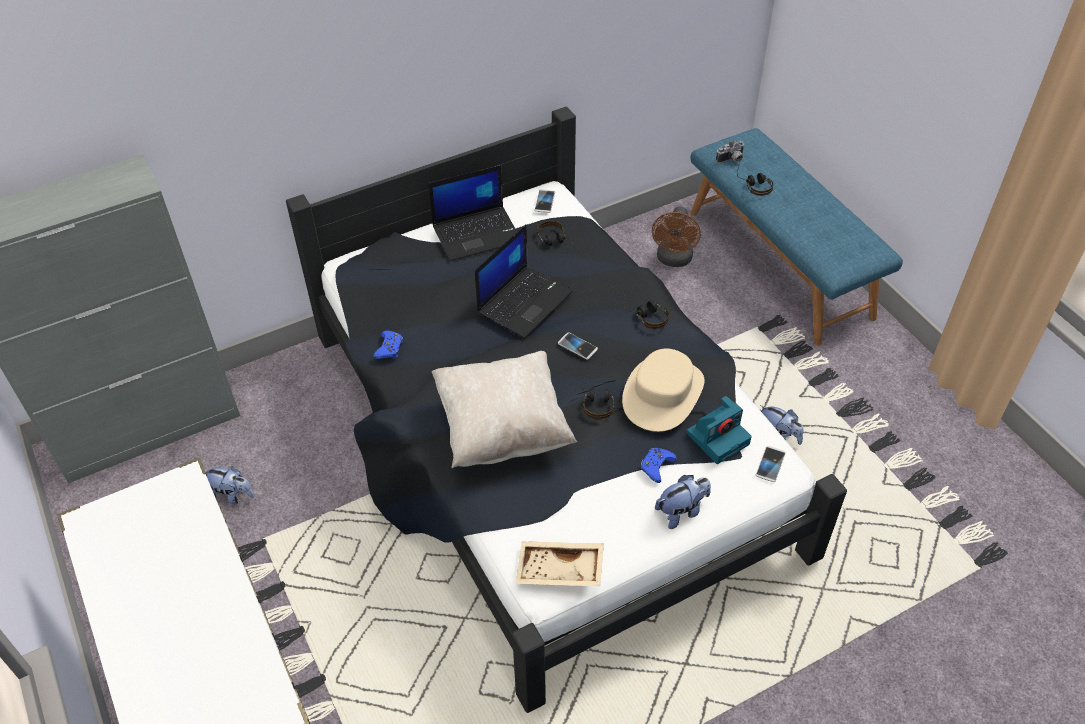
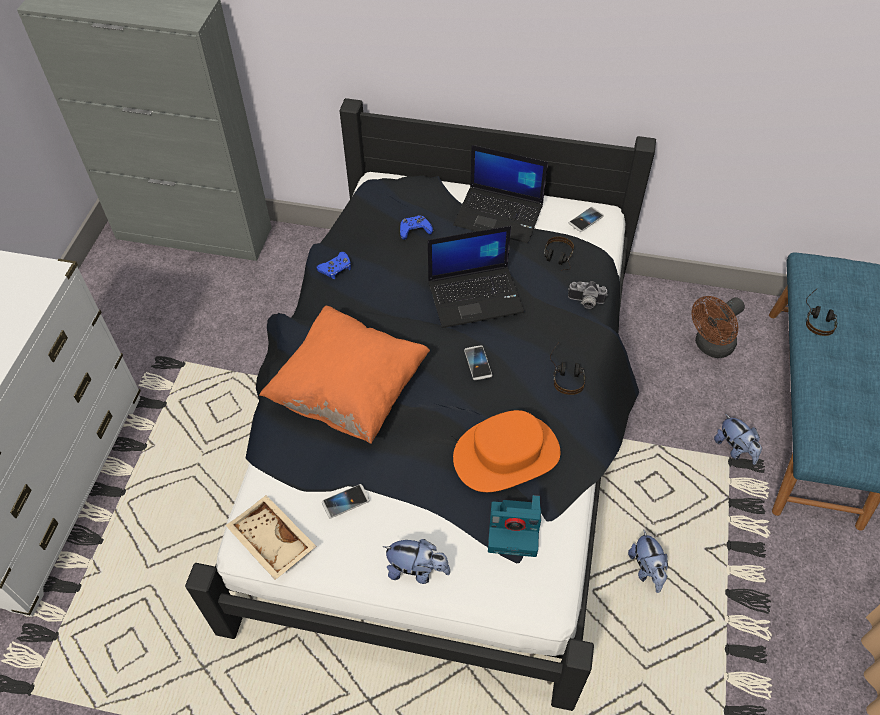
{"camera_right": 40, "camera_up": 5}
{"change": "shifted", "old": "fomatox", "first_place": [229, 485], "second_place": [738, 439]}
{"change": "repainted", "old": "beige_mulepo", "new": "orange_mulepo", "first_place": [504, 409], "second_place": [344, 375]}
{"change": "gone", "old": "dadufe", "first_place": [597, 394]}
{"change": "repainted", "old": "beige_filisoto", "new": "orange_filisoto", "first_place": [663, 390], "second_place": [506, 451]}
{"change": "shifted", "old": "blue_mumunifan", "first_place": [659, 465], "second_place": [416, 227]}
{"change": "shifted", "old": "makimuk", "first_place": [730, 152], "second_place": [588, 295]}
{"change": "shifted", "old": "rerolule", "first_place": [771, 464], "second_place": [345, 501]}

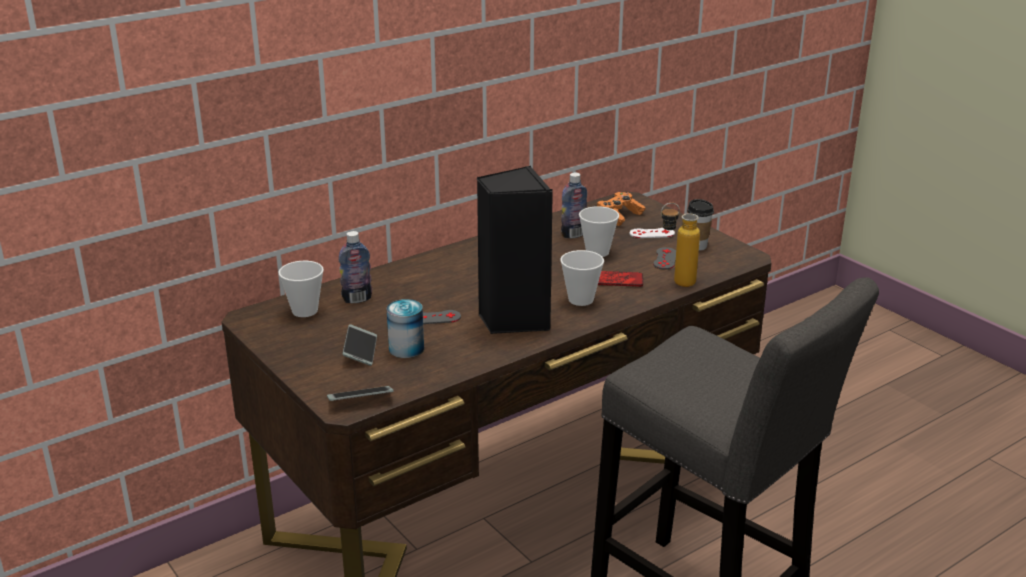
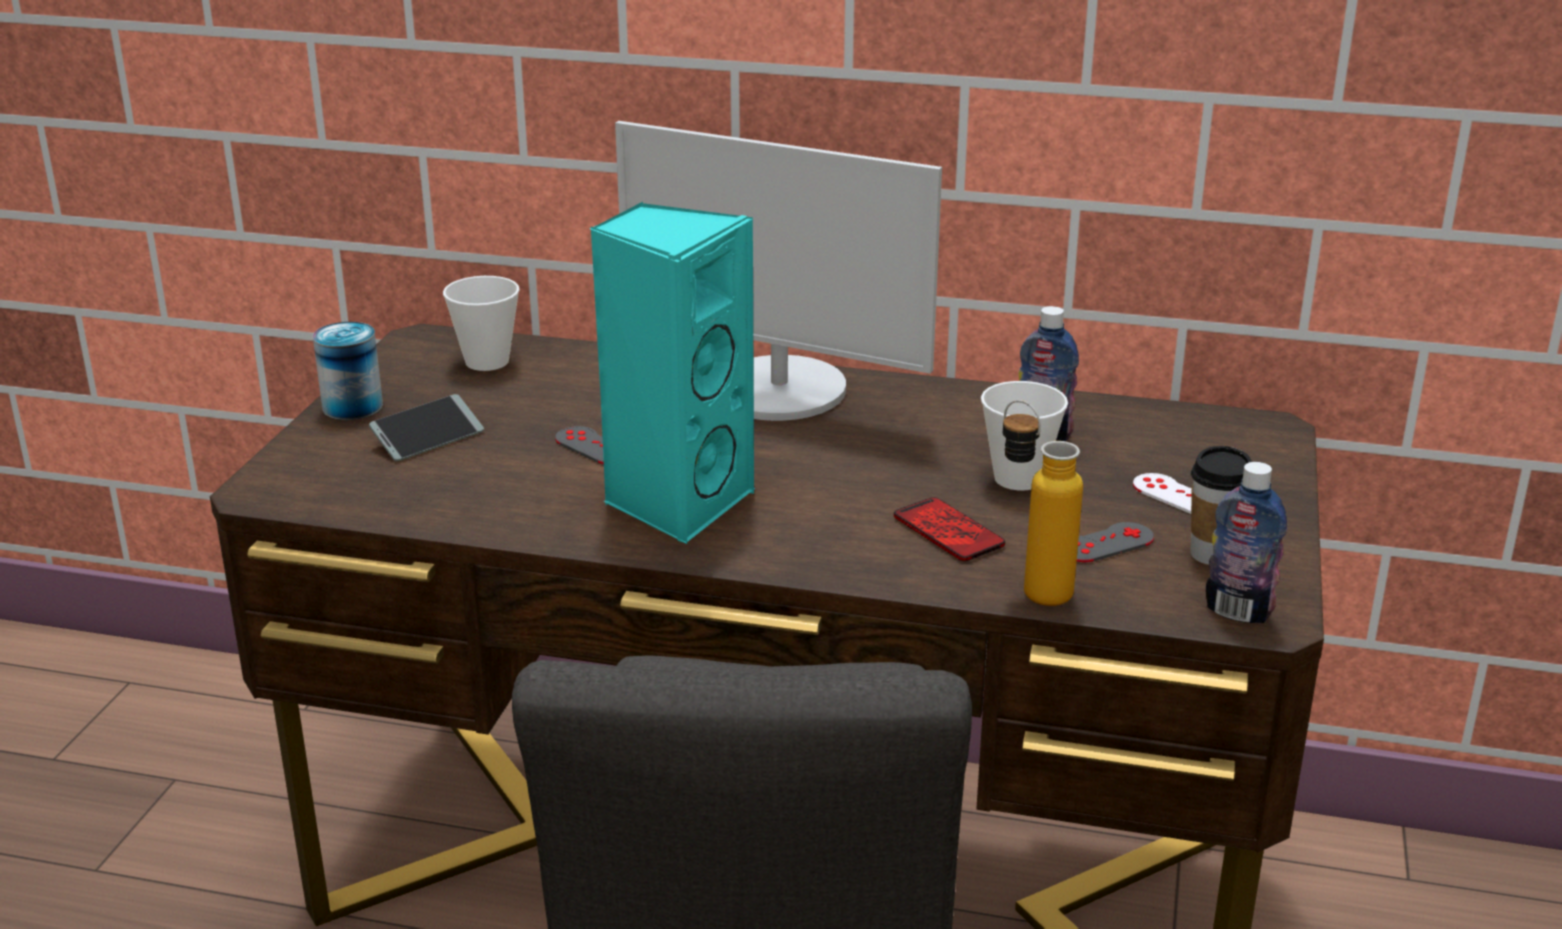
{"camera_right": 50, "camera_up": 0}
{"change": "gone", "old": "rerolule", "first_place": [360, 393]}
{"change": "shifted", "old": "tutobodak", "first_place": [355, 267], "second_place": [1246, 542]}
{"change": "shifted", "old": "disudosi", "first_place": [405, 328], "second_place": [348, 371]}
{"change": "repainted", "old": "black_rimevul", "new": "turquoise_rimevul", "first_place": [515, 250], "second_place": [672, 373]}
{"change": "gone", "old": "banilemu", "first_place": [582, 278]}
{"change": "gone", "old": "orange_mumunifan", "first_place": [620, 209]}
{"change": "new", "new": "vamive", "second_place": [778, 271]}

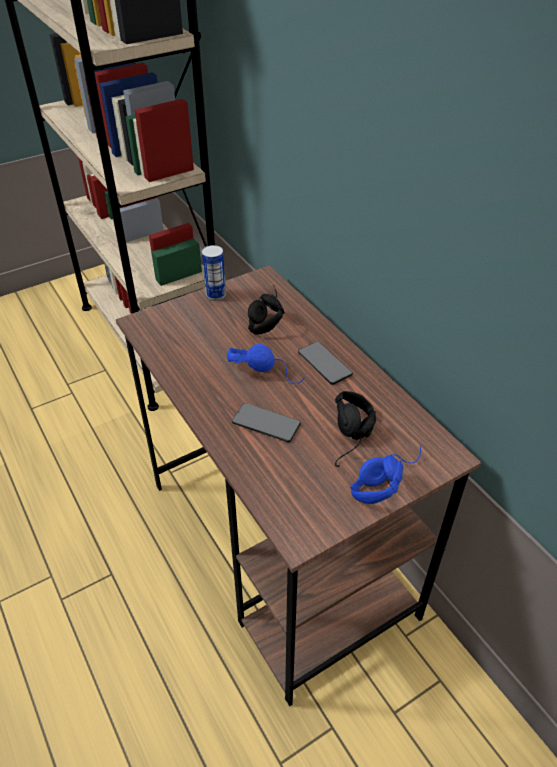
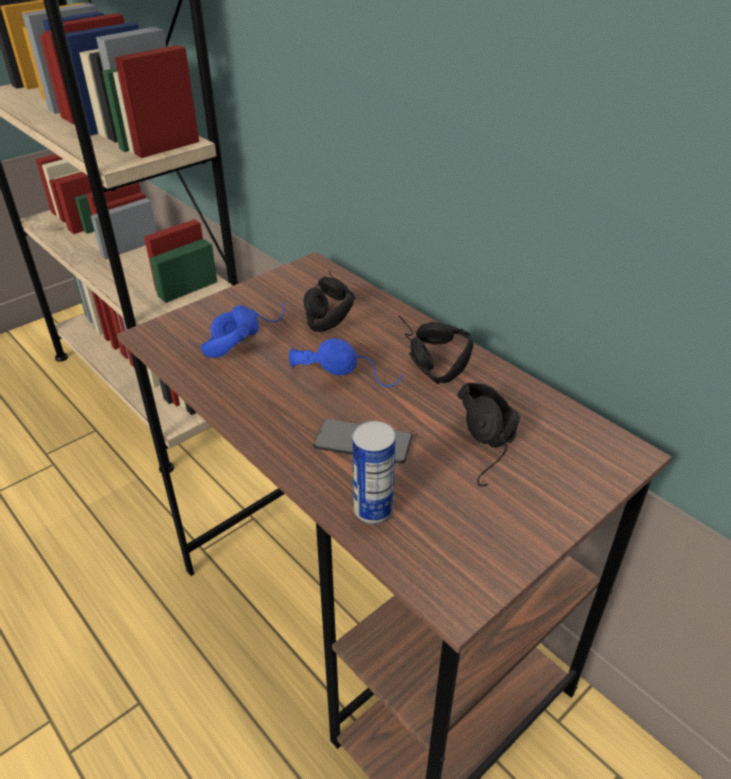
{"camera_right": -10, "camera_up": -5}
{"change": "shifted", "old": "disudosi", "first_place": [214, 273], "second_place": [373, 472]}
{"change": "swapped", "old": "rerolule", "new": "black_dadufe", "first_place": [325, 363], "second_place": [436, 349]}
{"change": "shifted", "old": "blue_dadufe", "first_place": [385, 474], "second_place": [242, 330]}

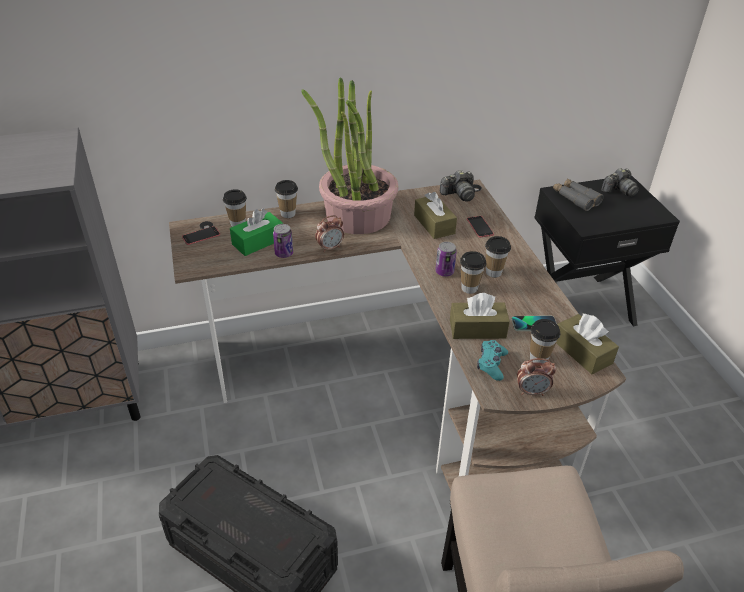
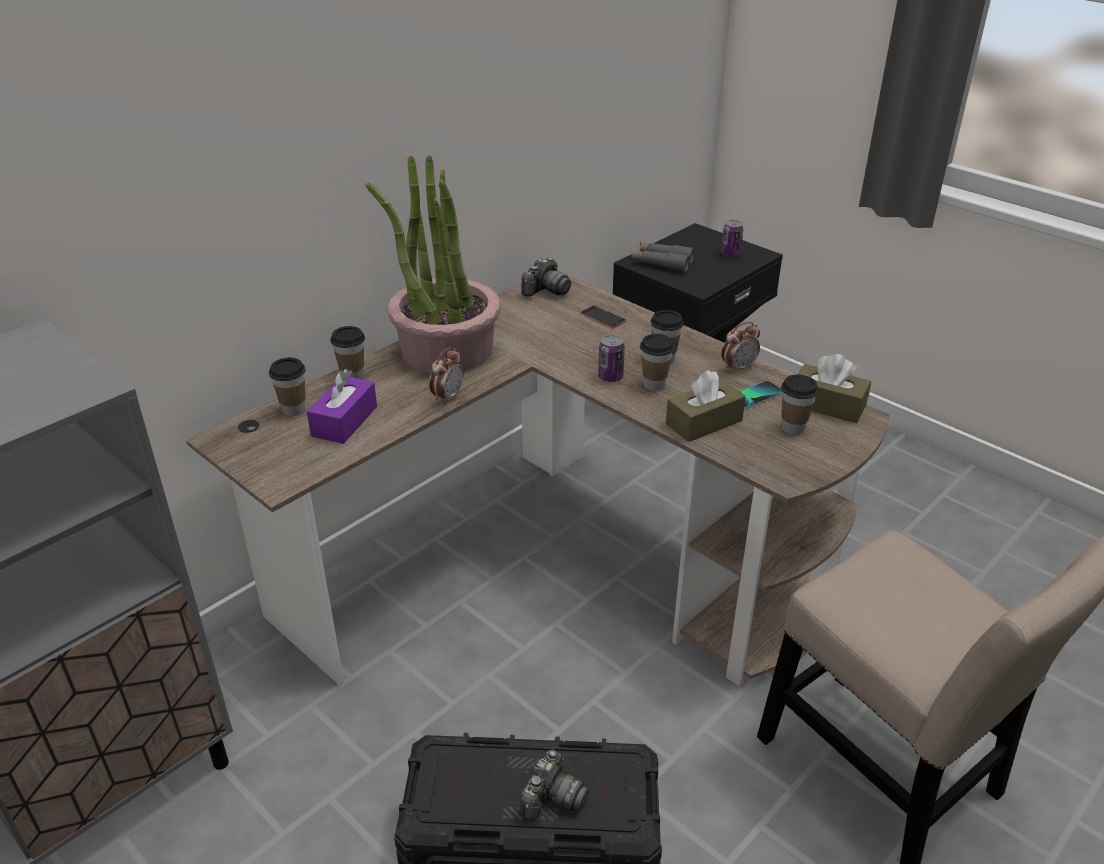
{"camera_right": -30, "camera_up": -5}
{"change": "gone", "old": "rerolule", "first_place": [201, 235]}
{"change": "repainted", "old": "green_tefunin", "new": "purple_tefunin", "first_place": [256, 232], "second_place": [342, 406]}
{"change": "shifted", "old": "disudosi", "first_place": [283, 241], "second_place": [732, 238]}
{"change": "gone", "old": "brown_tefunin", "first_place": [435, 215]}
{"change": "gone", "old": "turquoise_mumunifan", "first_place": [492, 360]}
{"change": "shifted", "old": "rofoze", "first_place": [536, 377], "second_place": [740, 348]}
{"change": "shifted", "old": "makimuk", "first_place": [620, 182], "second_place": [554, 785]}

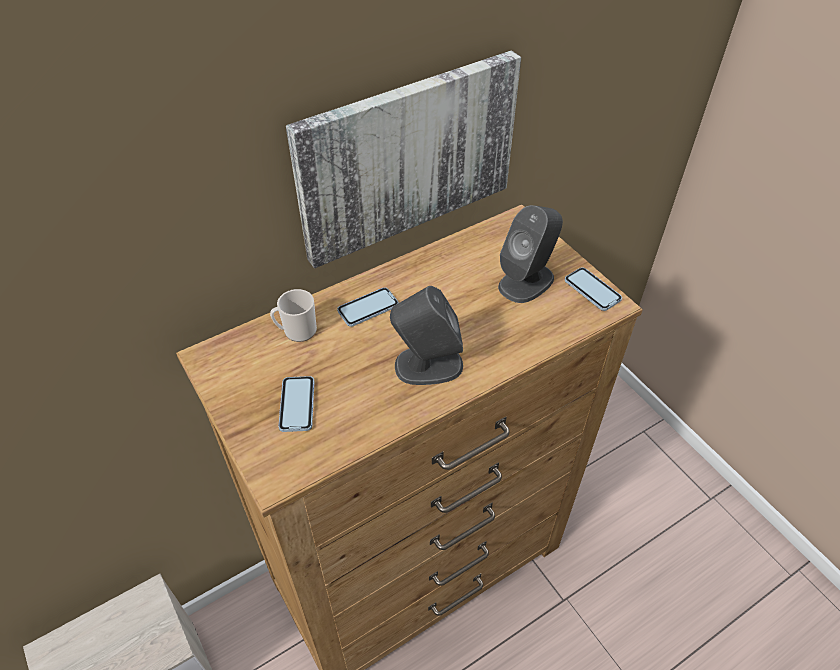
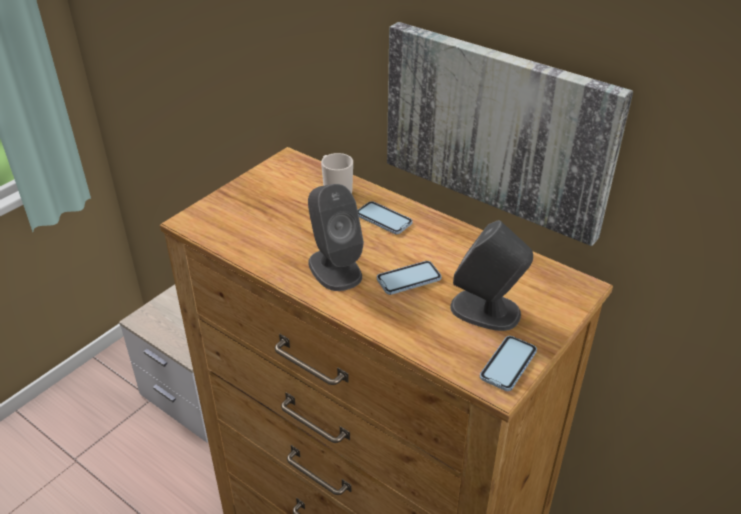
{"camera_right": 70, "camera_up": -10}
{"change": "shifted", "old": "rerolule", "first_place": [296, 404], "second_place": [409, 278]}

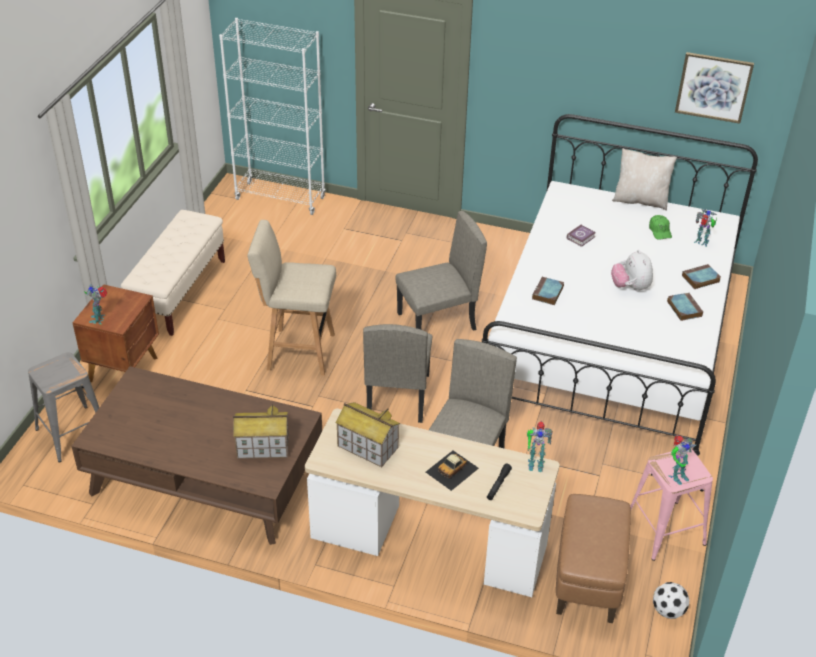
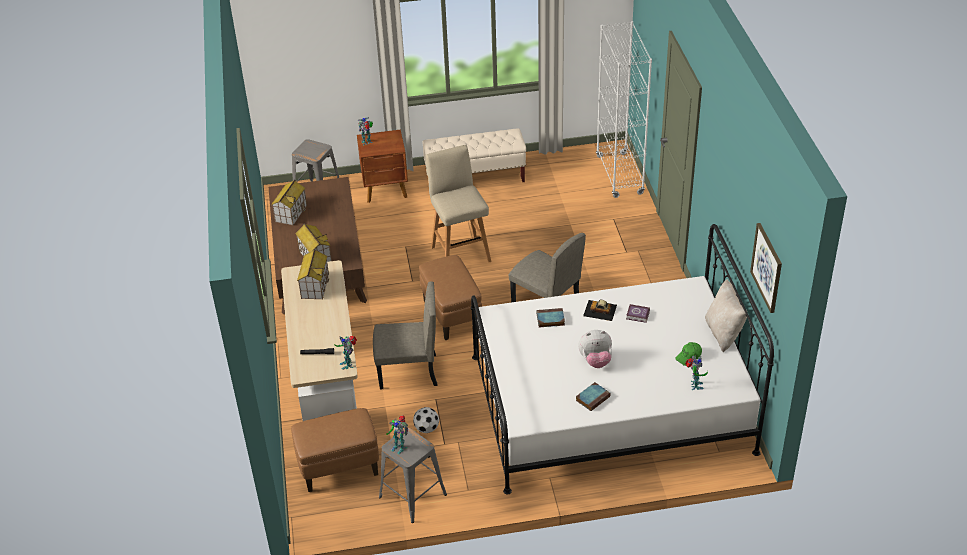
{"camera_right": 65, "camera_up": 0}
{"change": "swapped", "old": "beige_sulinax", "new": "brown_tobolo", "first_place": [397, 373], "second_place": [450, 297]}
{"change": "shifted", "old": "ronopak", "first_place": [452, 470], "second_place": [600, 310]}
{"change": "rotated", "old": "fomatox", "first_place": [632, 270], "second_place": [595, 349], "degrees": -150}
{"change": "repainted", "old": "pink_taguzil", "new": "grey_taguzil", "first_place": [671, 505], "second_place": [413, 475]}
{"change": "shifted", "old": "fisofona", "first_place": [671, 600], "second_place": [426, 420]}
{"change": "gone", "old": "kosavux", "first_place": [701, 276]}
{"change": "new", "new": "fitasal", "second_place": [289, 203]}

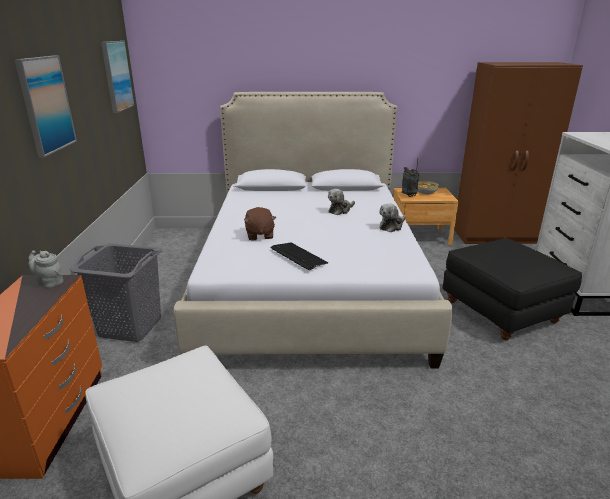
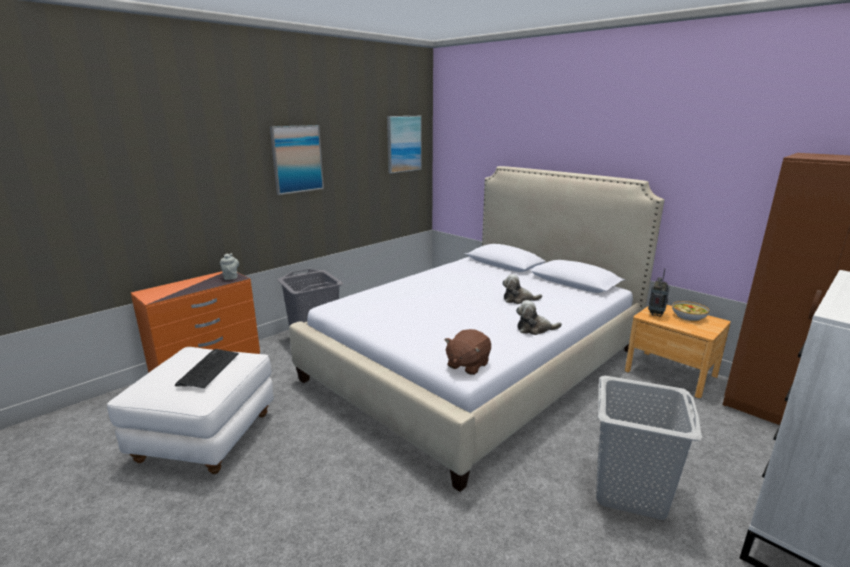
{"camera_right": 45, "camera_up": -5}
{"change": "shifted", "old": "brown_fomatox", "first_place": [260, 223], "second_place": [468, 352]}
{"change": "shifted", "old": "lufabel", "first_place": [299, 256], "second_place": [207, 368]}
{"change": "swapped", "old": "black_tobolo", "new": "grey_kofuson", "first_place": [512, 289], "second_place": [649, 448]}

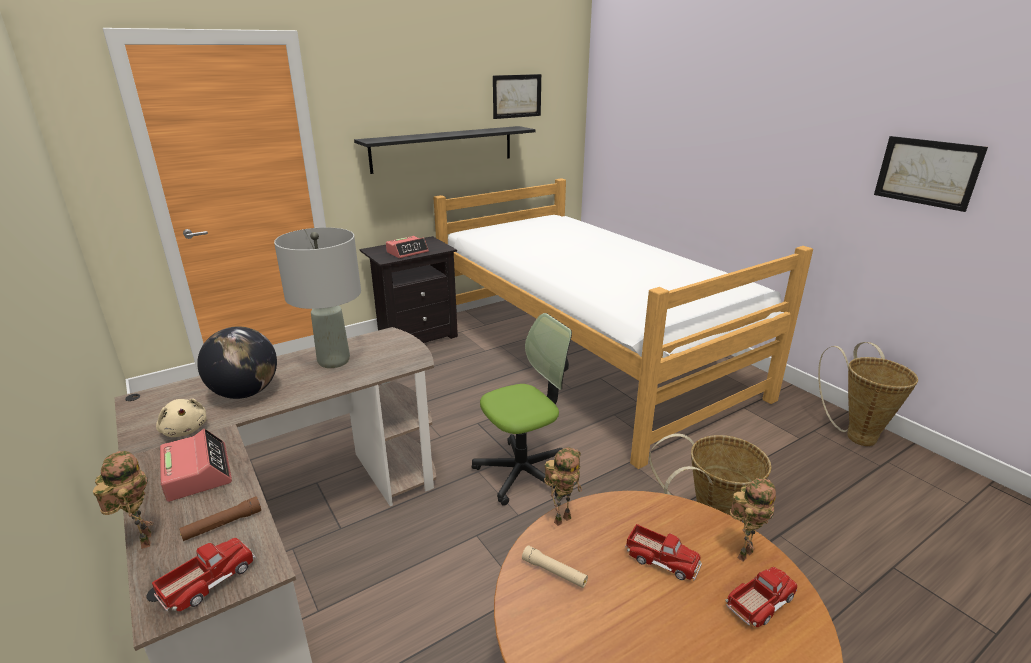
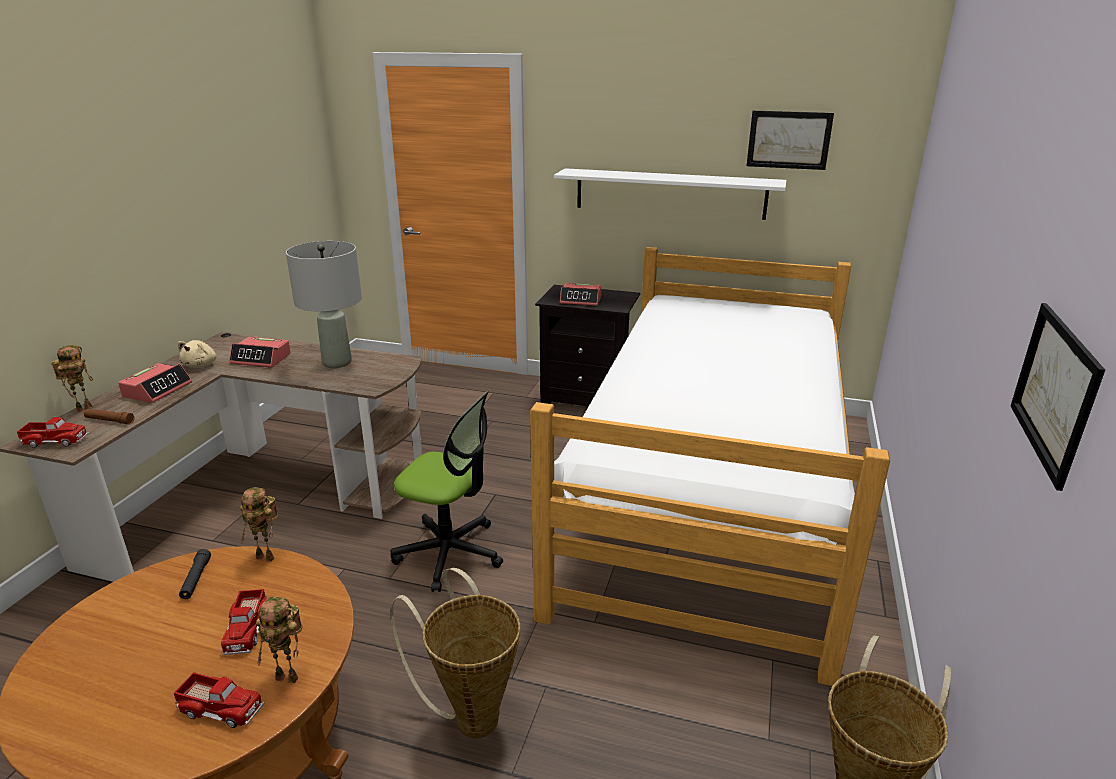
{"camera_right": 50, "camera_up": 0}
{"change": "swapped", "old": "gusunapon", "new": "rofoze", "first_place": [237, 362], "second_place": [260, 352]}
{"change": "repainted", "old": "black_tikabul", "new": "white_tikabul", "first_place": [445, 150], "second_place": [670, 194]}
{"change": "repainted", "old": "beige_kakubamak", "new": "black_kakubamak", "first_place": [555, 566], "second_place": [195, 574]}

